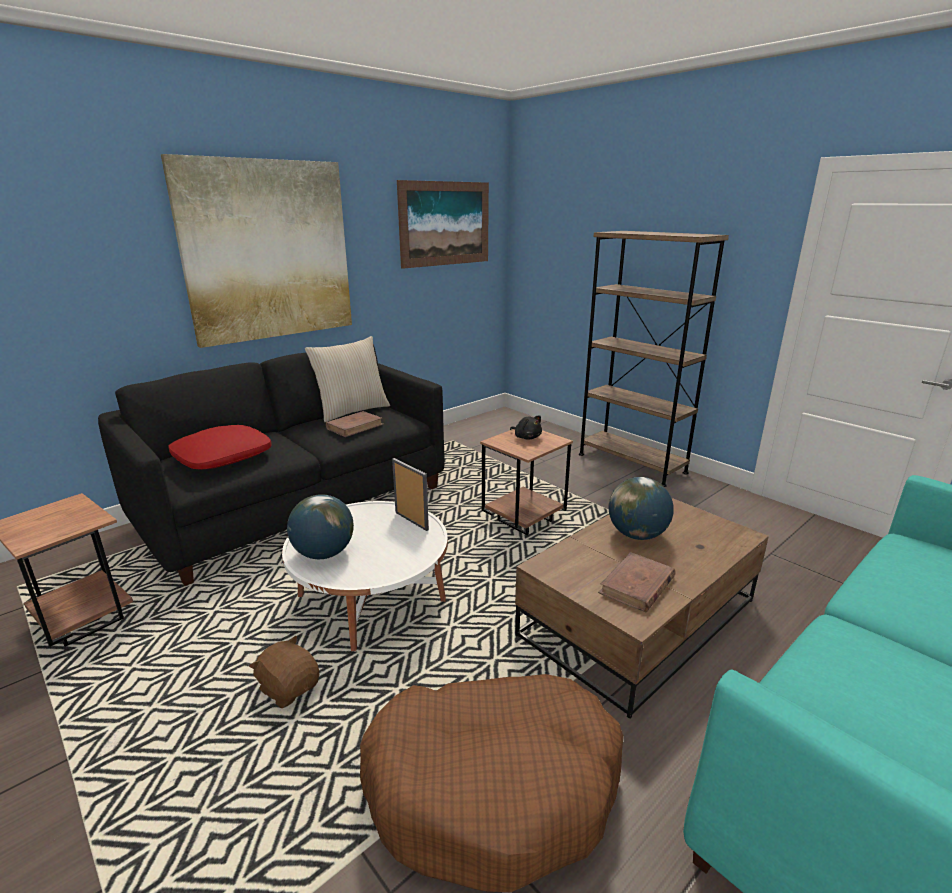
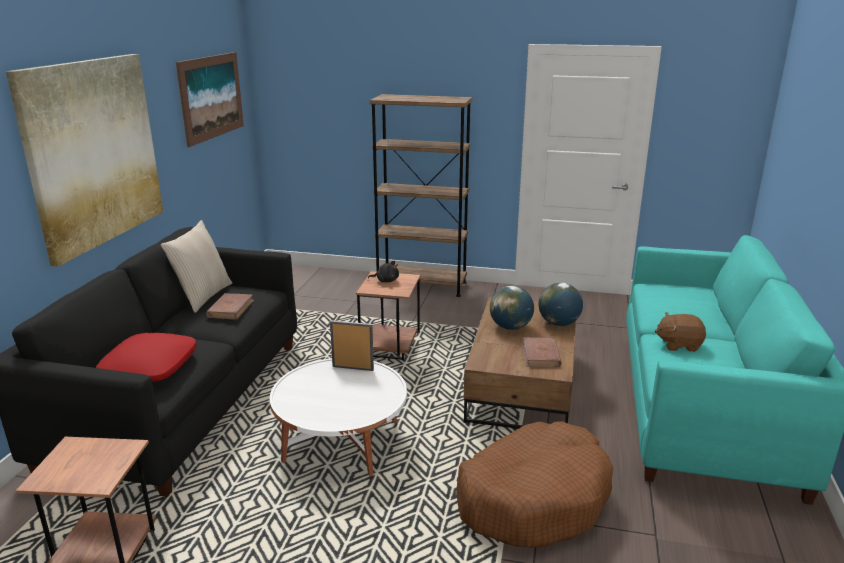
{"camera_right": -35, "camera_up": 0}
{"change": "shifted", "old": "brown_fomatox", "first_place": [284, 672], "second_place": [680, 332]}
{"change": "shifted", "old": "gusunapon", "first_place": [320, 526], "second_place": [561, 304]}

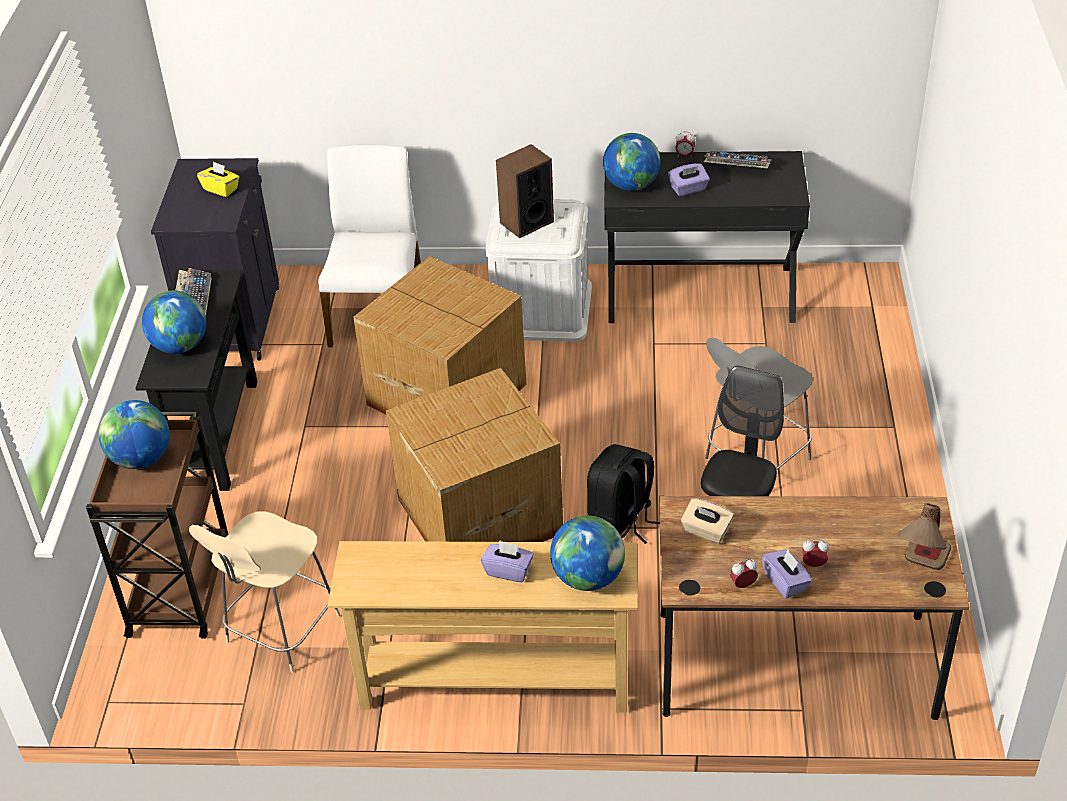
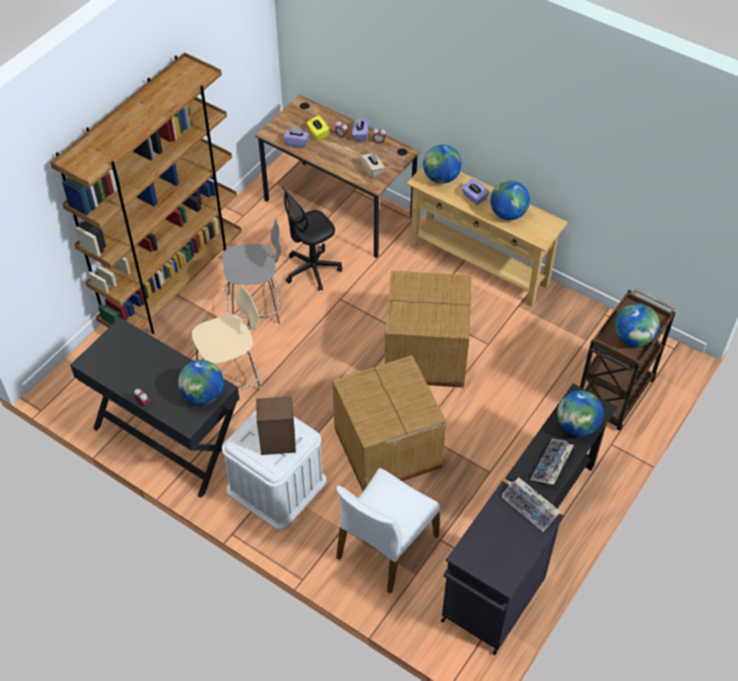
{"camera_right": -150, "camera_up": 10}
{"change": "shifted", "old": "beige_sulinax", "first_place": [265, 592], "second_place": [227, 338]}
{"change": "shifted", "old": "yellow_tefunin", "first_place": [218, 179], "second_place": [318, 128]}
{"change": "gone", "old": "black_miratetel", "first_place": [623, 494]}
{"change": "shifted", "old": "purple_tefunin", "first_place": [689, 179], "second_place": [296, 137]}
{"change": "shifted", "old": "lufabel", "first_place": [738, 159], "second_place": [531, 504]}
{"change": "gone", "old": "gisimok", "first_place": [924, 536]}
{"change": "new", "new": "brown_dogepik", "second_place": [146, 193]}
{"change": "new", "new": "gusunapon", "second_place": [510, 200]}

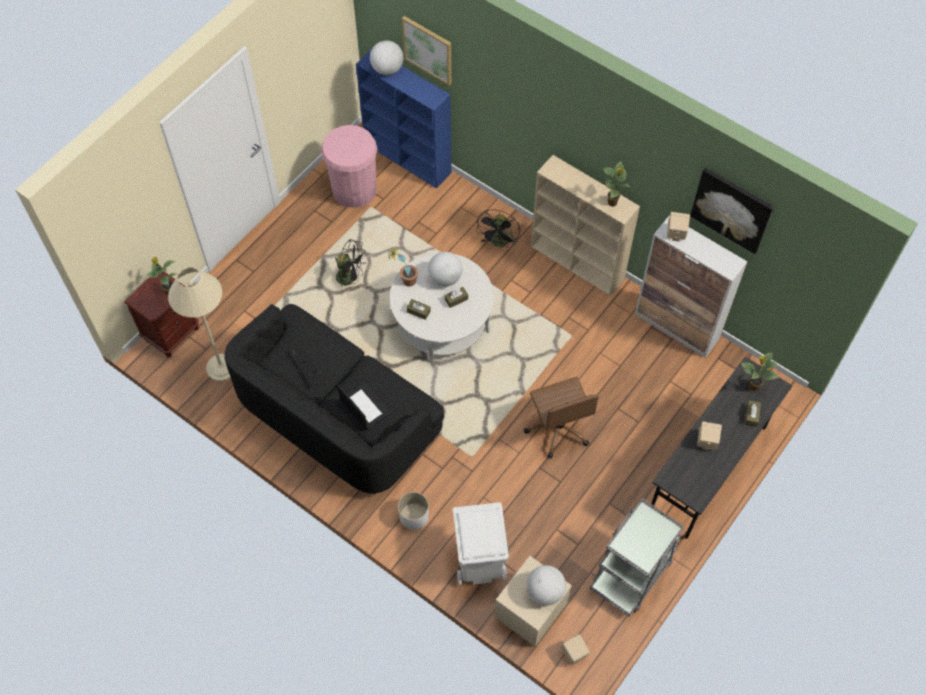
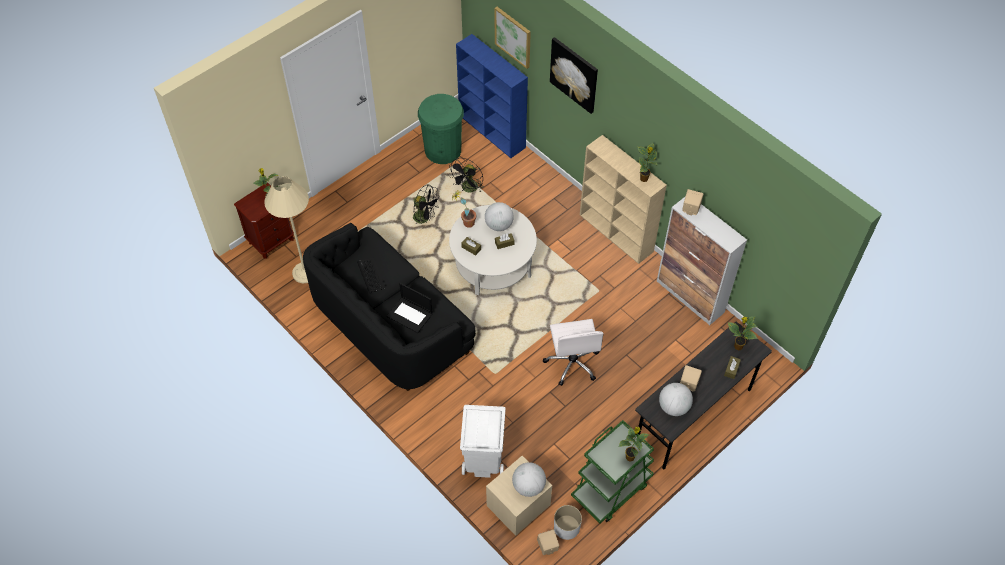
{"camera_right": 10, "camera_up": -5}
{"change": "repainted", "old": "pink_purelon", "new": "green_purelon", "first_place": [349, 166], "second_place": [441, 129]}
{"change": "rotated", "old": "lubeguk", "first_place": [364, 405], "second_place": [410, 308], "degrees": 150}
{"change": "shifted", "old": "gusunapon", "first_place": [386, 57], "second_place": [676, 399]}
{"change": "shifted", "old": "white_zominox", "first_place": [413, 511], "second_place": [568, 522]}
{"change": "shifted", "old": "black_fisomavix", "first_place": [498, 228], "second_place": [466, 175]}
{"change": "repainted", "old": "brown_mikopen", "new": "white_mikopen", "first_place": [561, 417], "second_place": [573, 352]}
{"change": "repainted", "old": "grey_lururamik", "new": "green_lururamik", "first_place": [636, 557], "second_place": [612, 472]}
{"change": "shifted", "old": "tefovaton", "first_place": [732, 211], "second_place": [574, 75]}
{"change": "new", "new": "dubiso", "second_place": [634, 444]}

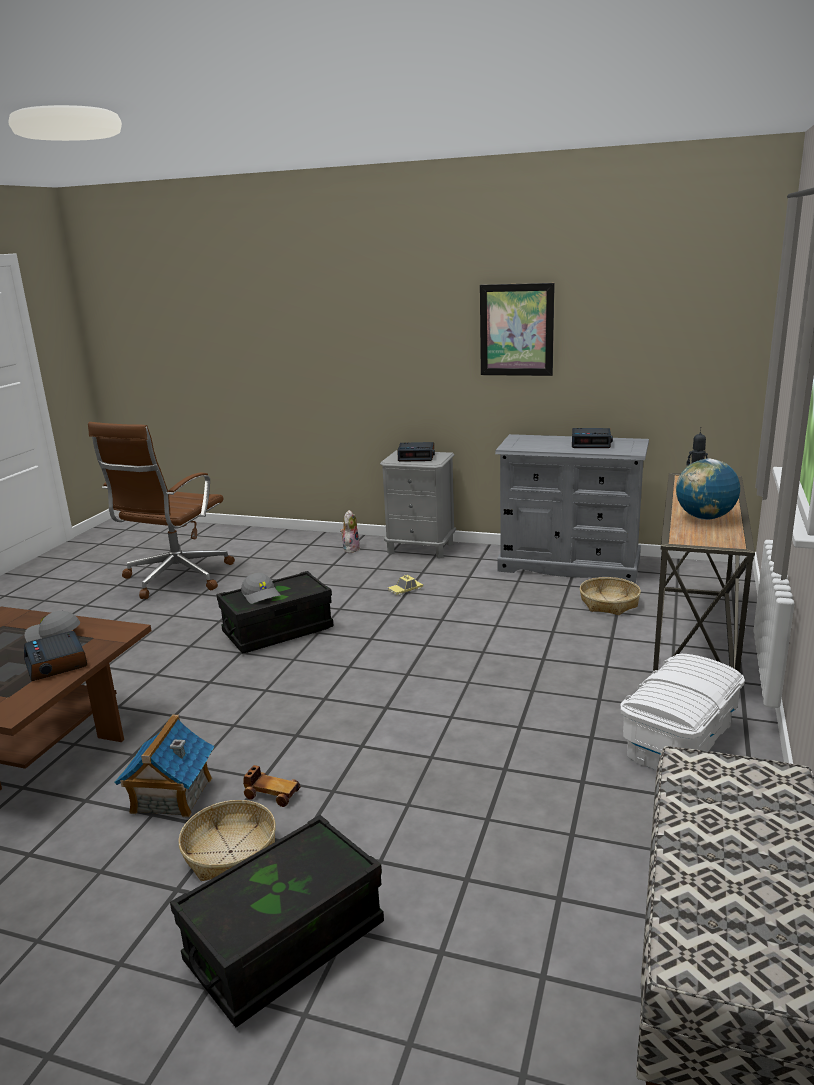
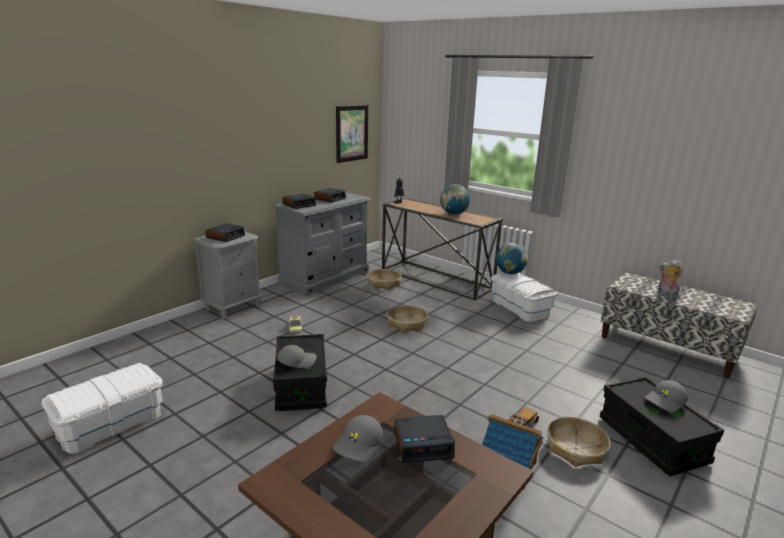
{"camera_right": -70, "camera_up": 0}
{"change": "swapped", "old": "brown_mikopen", "new": "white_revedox", "first_place": [161, 510], "second_place": [102, 408]}
{"change": "shifted", "old": "fomatox", "first_place": [350, 531], "second_place": [670, 279]}
{"change": "shifted", "old": "tefovaton", "first_place": [517, 329], "second_place": [352, 134]}
{"change": "new", "new": "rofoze", "second_place": [299, 201]}
{"change": "new", "new": "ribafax", "second_place": [407, 318]}
{"change": "new", "new": "gusunapon", "second_place": [512, 258]}
{"change": "new", "new": "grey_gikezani", "second_place": [666, 396]}

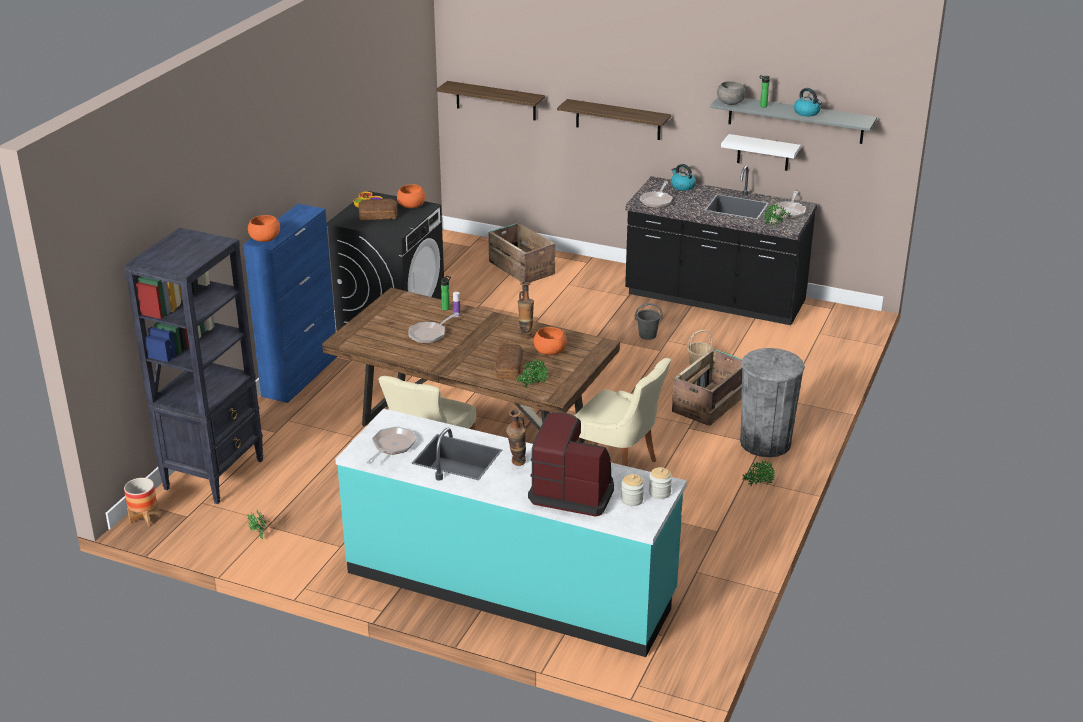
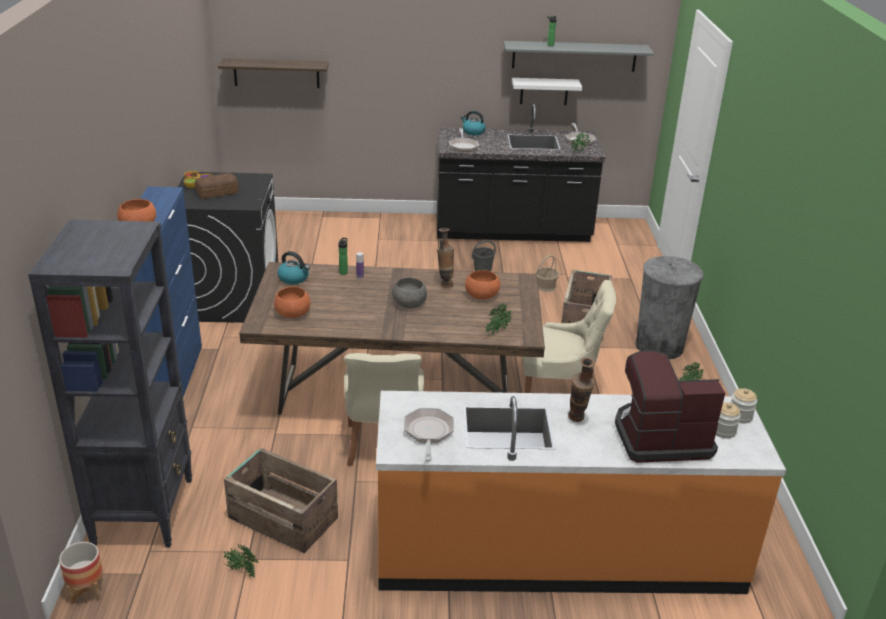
{"camera_right": -25, "camera_up": 0}
{"change": "repainted", "old": "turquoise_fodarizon", "new": "orange_fodarizon", "first_place": [511, 532], "second_place": [581, 492]}
{"change": "shifted", "old": "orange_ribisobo", "first_place": [411, 196], "second_place": [292, 302]}
{"change": "gone", "old": "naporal", "first_place": [433, 327]}
{"change": "shifted", "old": "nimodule", "first_place": [521, 253], "second_place": [281, 500]}
{"change": "gone", "old": "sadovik", "first_place": [509, 361]}
{"change": "gone", "old": "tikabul", "first_place": [614, 119]}
{"change": "shifted", "old": "grey_ribisobo", "first_place": [731, 93], "second_place": [409, 293]}
{"change": "shifted", "old": "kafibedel", "first_place": [808, 102], "second_place": [294, 267]}

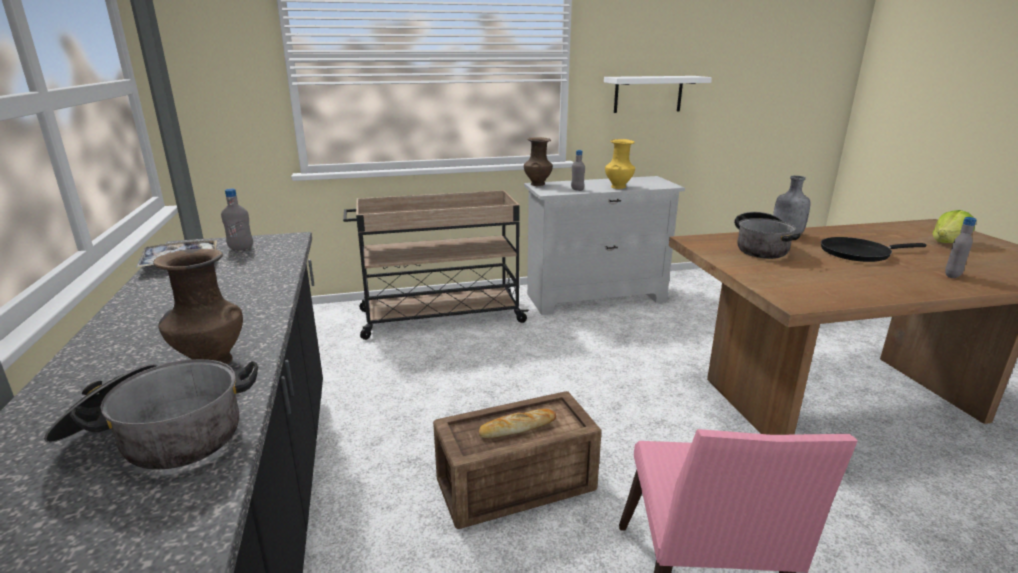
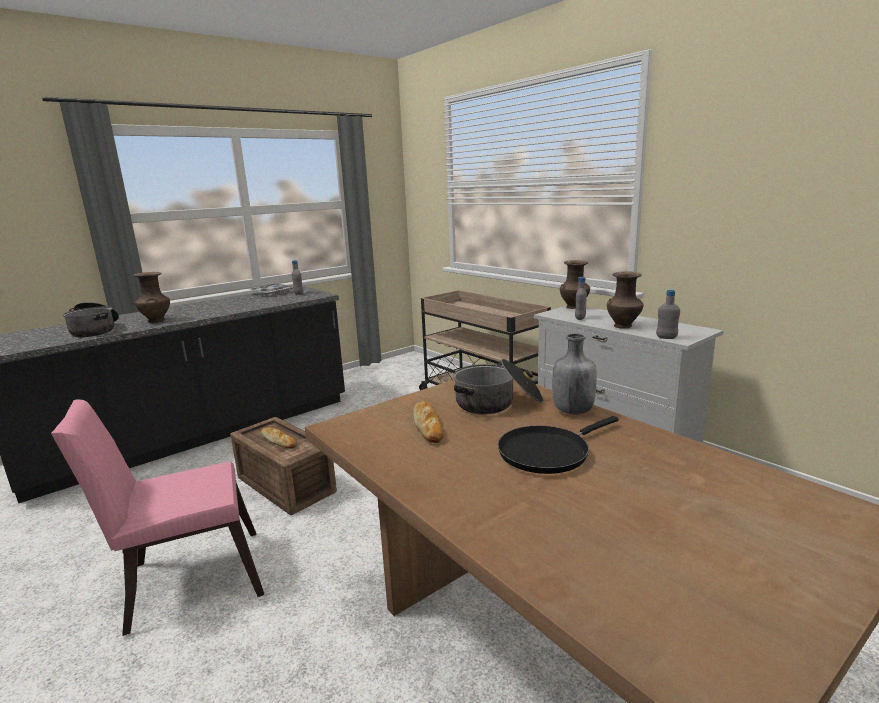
{"camera_right": 65, "camera_up": -5}
{"change": "gone", "old": "white_tikabul", "first_place": [658, 94]}
{"change": "repainted", "old": "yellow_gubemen", "new": "brown_gubemen", "first_place": [620, 164], "second_place": [625, 299]}
{"change": "rotated", "old": "black_naporal", "first_place": [873, 249], "second_place": [558, 445], "degrees": -90}
{"change": "gone", "old": "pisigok", "first_place": [954, 226]}
{"change": "shifted", "old": "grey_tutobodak", "first_place": [961, 247], "second_place": [668, 314]}
{"change": "new", "new": "sadovik", "second_place": [428, 422]}

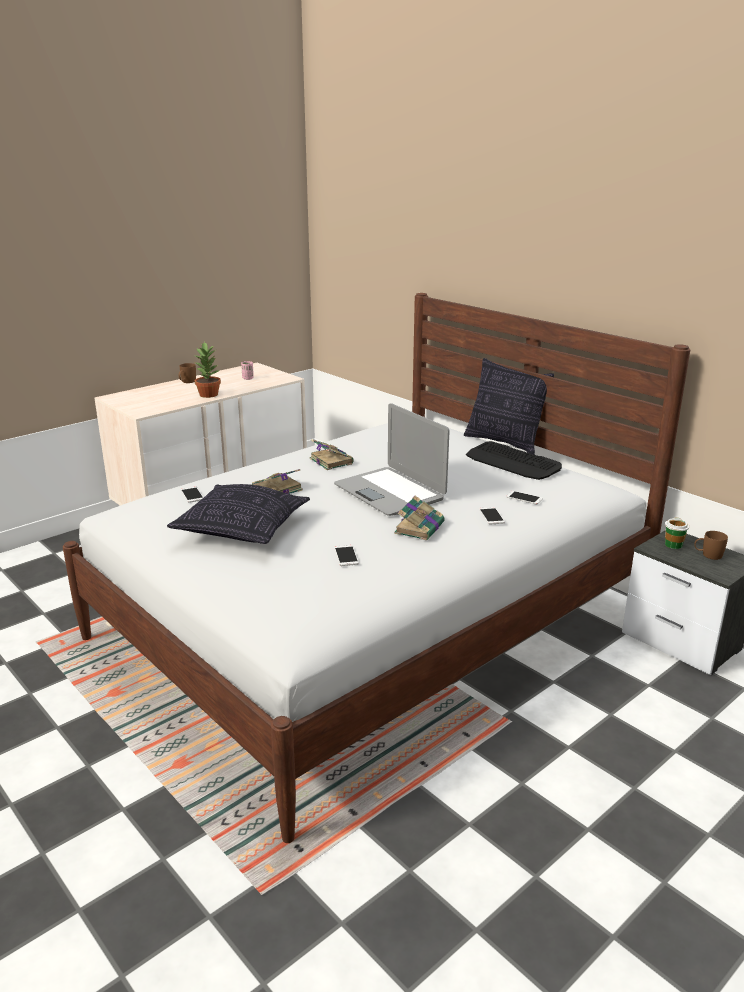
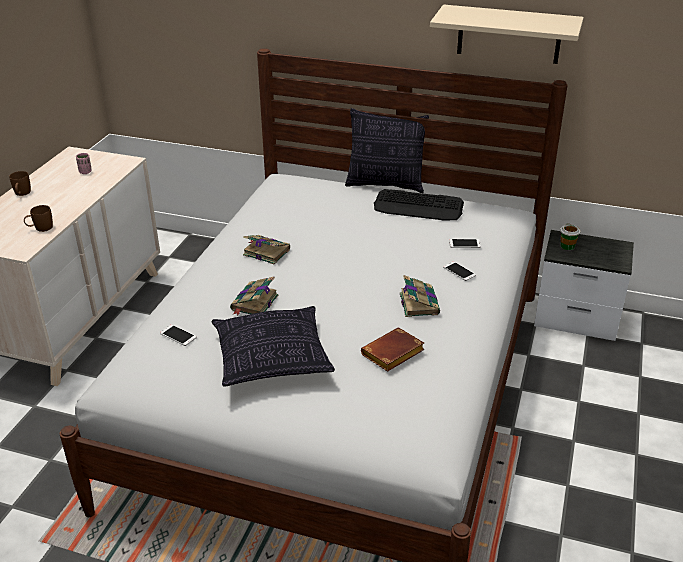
{"camera_right": -30, "camera_up": 10}
{"change": "gone", "old": "dubiso", "first_place": [208, 369]}
{"change": "gone", "old": "lubeguk", "first_place": [392, 459]}
{"change": "swapped", "old": "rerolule", "new": "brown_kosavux", "first_place": [346, 555], "second_place": [392, 349]}
{"change": "shifted", "old": "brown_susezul", "first_place": [711, 545], "second_place": [38, 218]}
{"change": "new", "new": "beige_tikabul", "second_place": [507, 34]}

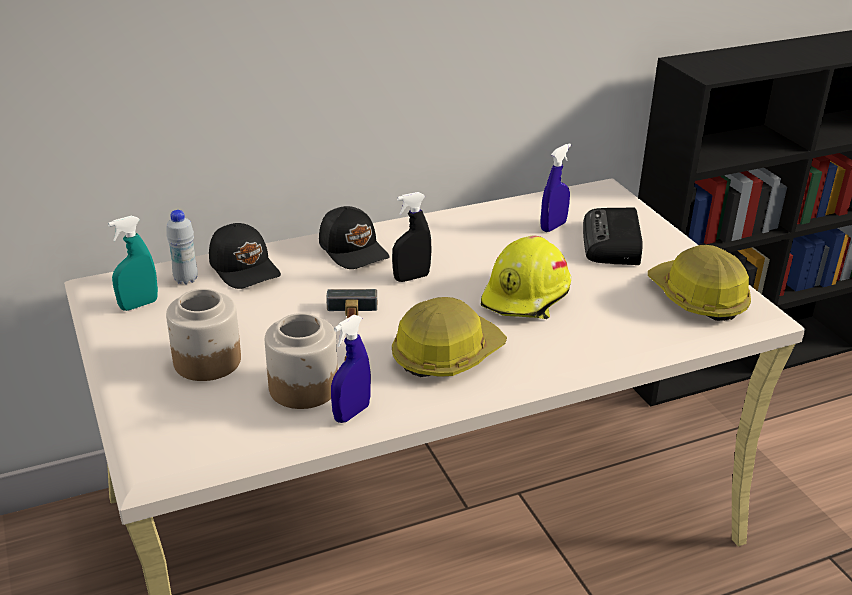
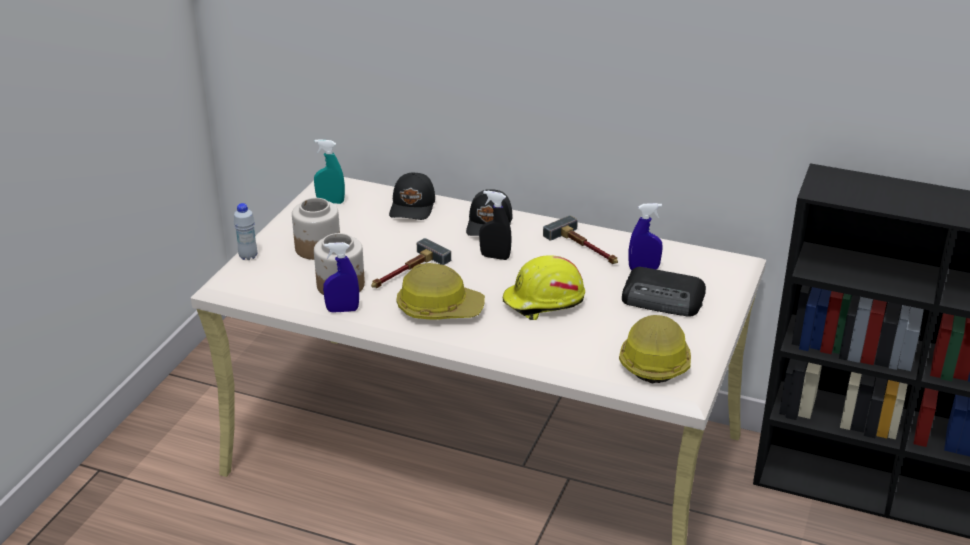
{"camera_right": 45, "camera_up": 0}
{"change": "shifted", "old": "white_tutobodak", "first_place": [182, 247], "second_place": [245, 231]}
{"change": "rotated", "old": "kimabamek", "first_place": [613, 236], "second_place": [664, 292], "degrees": -120}
{"change": "new", "new": "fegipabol", "second_place": [580, 239]}

